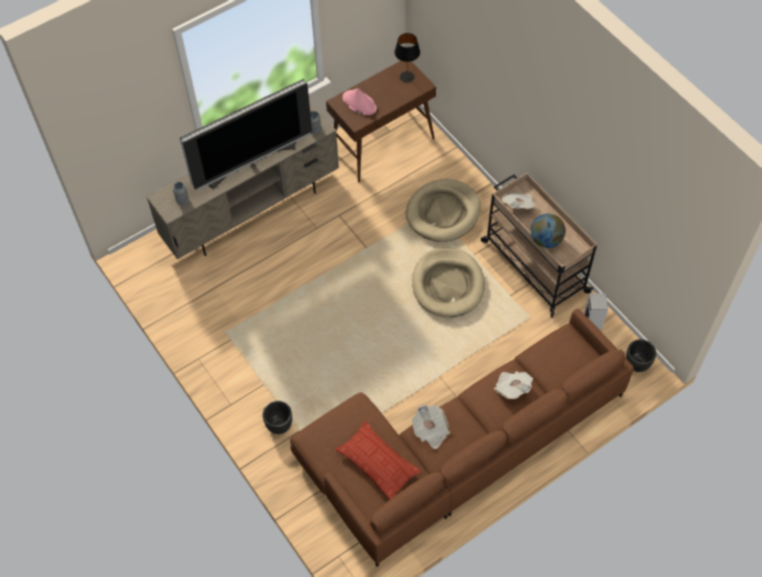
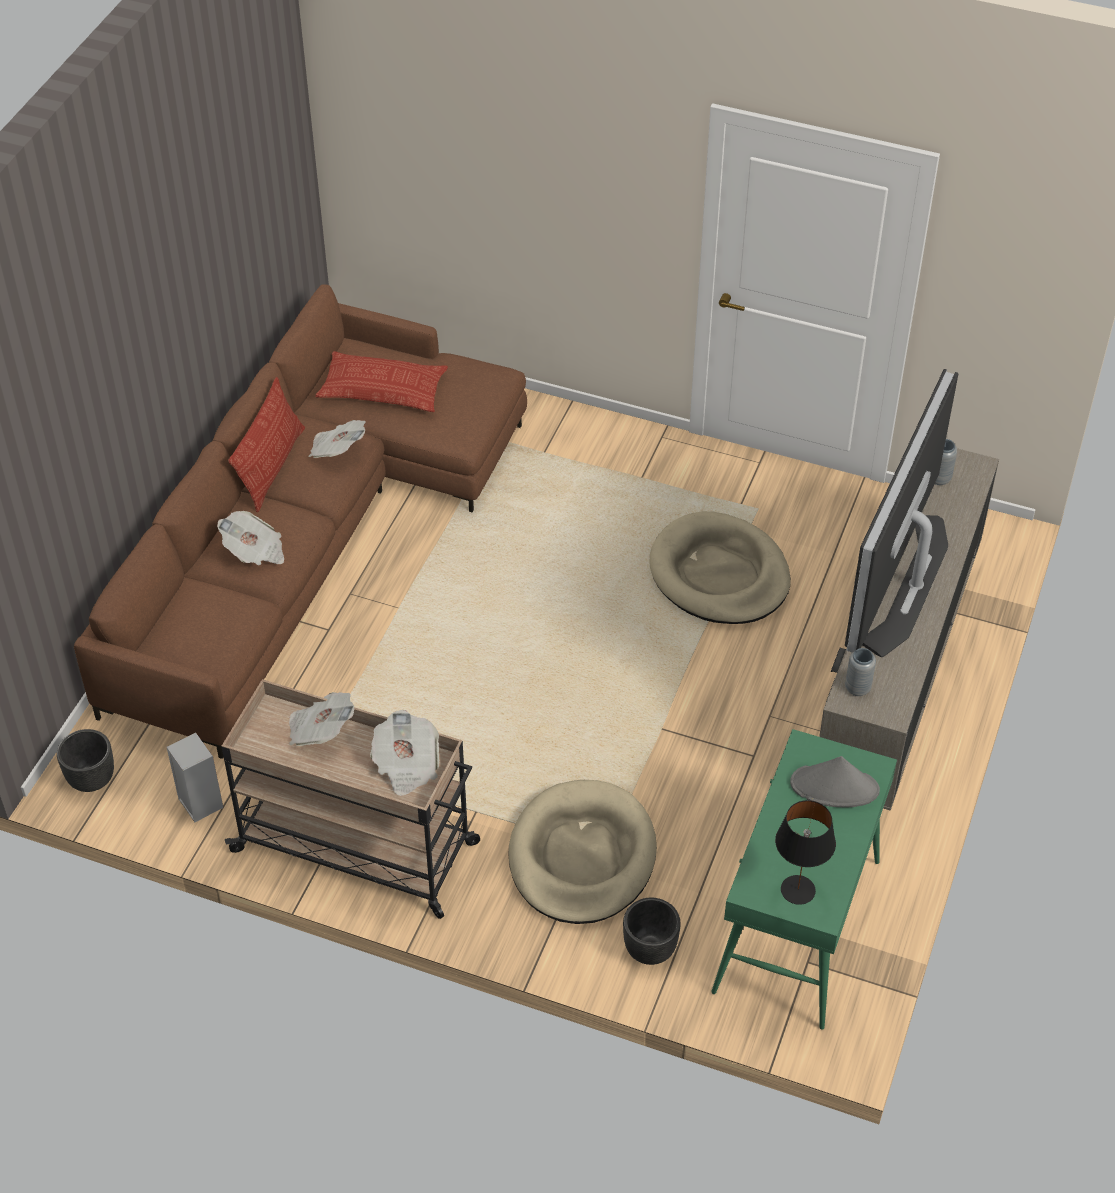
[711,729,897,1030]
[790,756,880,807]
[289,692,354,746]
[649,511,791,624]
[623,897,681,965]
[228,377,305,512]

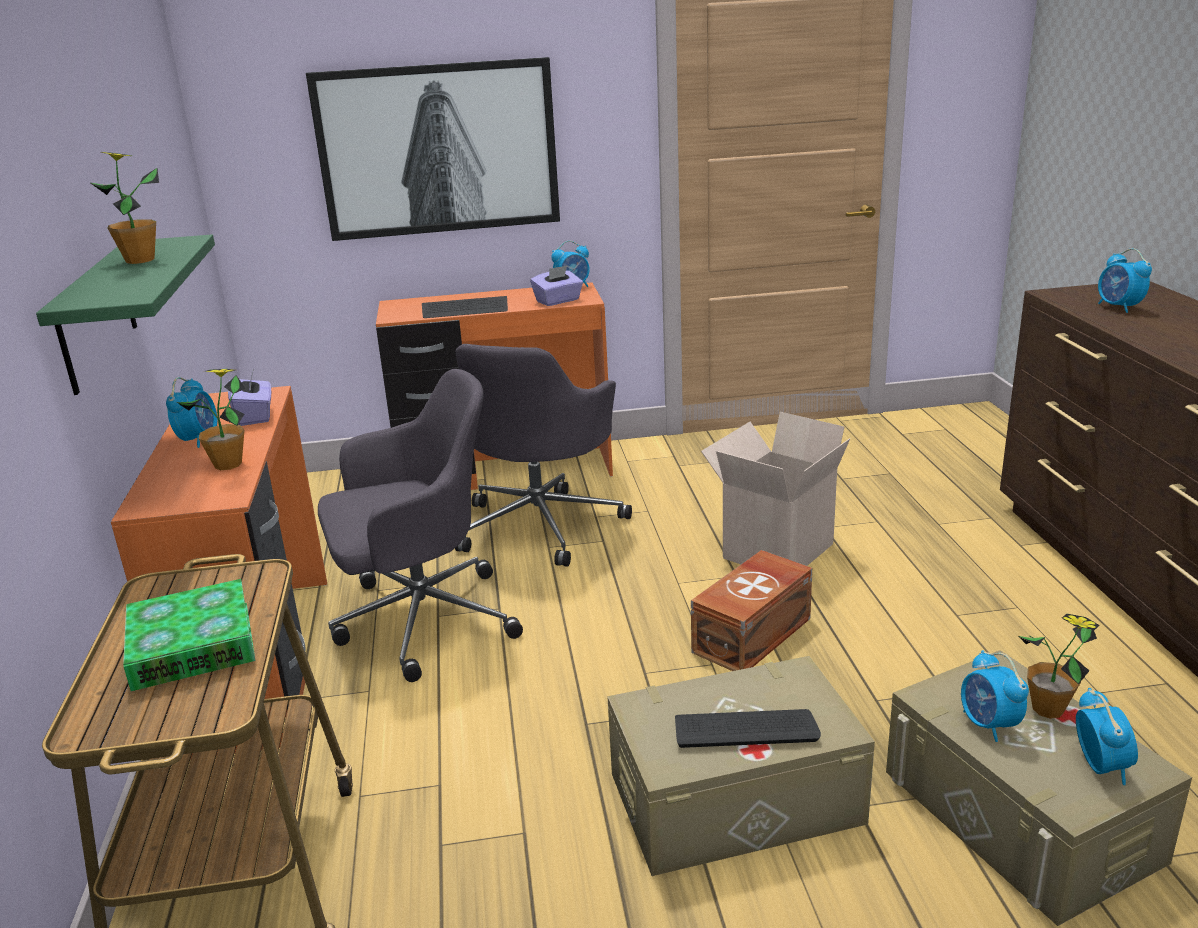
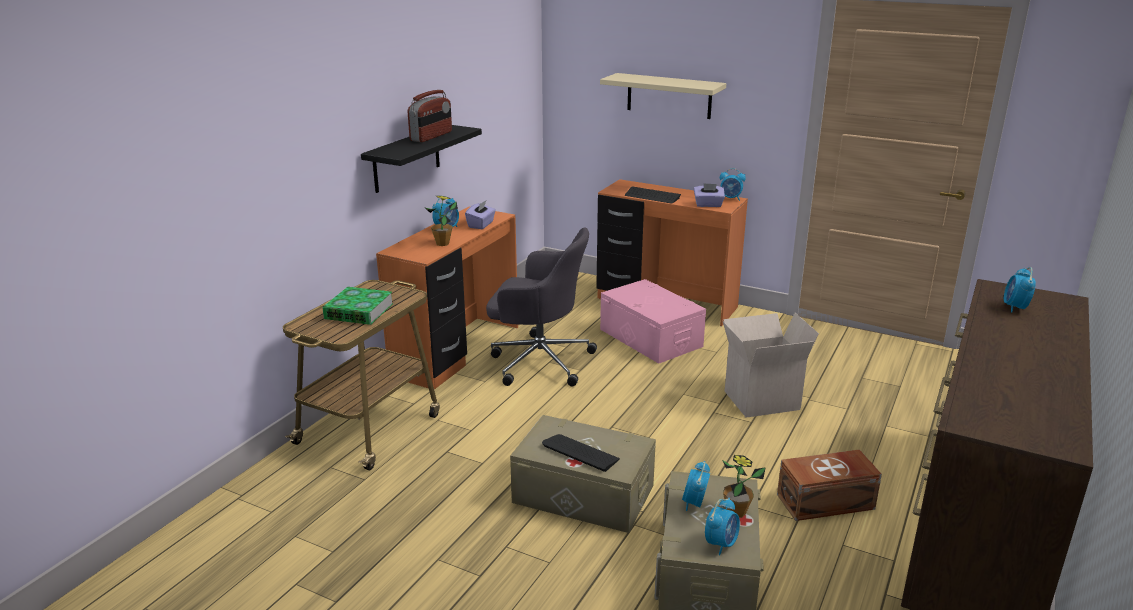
[600,73,726,119]
[408,90,452,142]
[361,125,482,193]
[600,279,706,364]
[777,449,882,521]

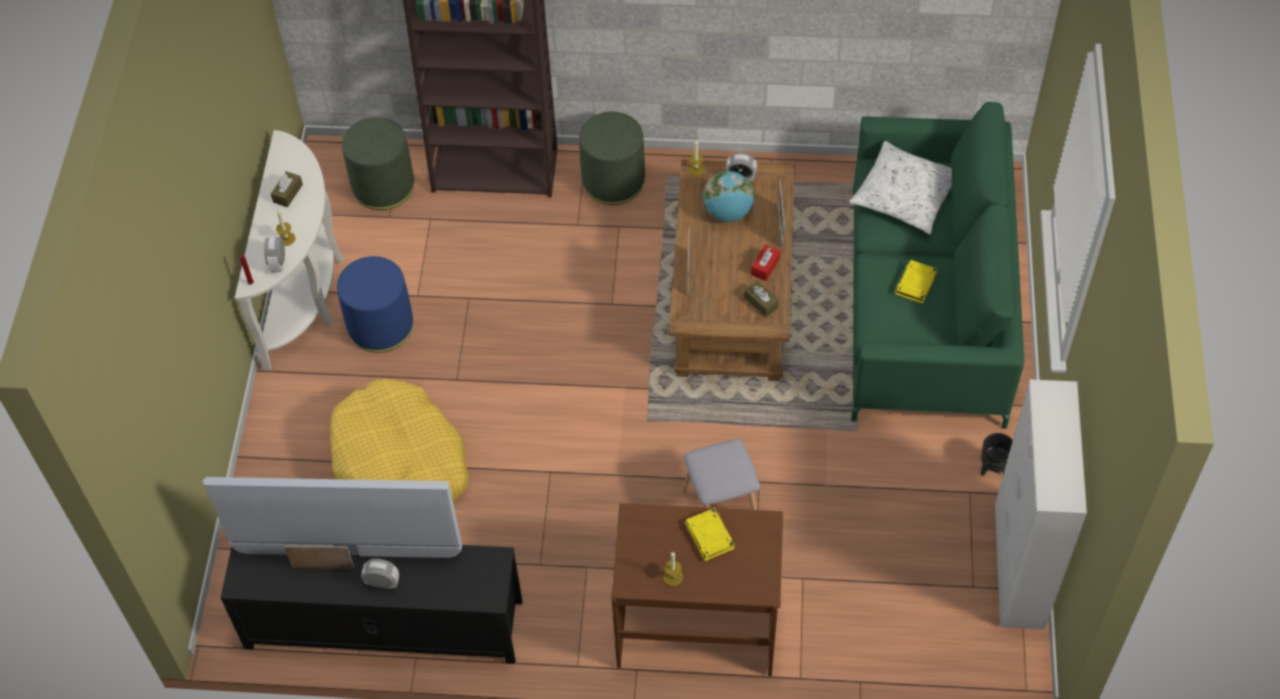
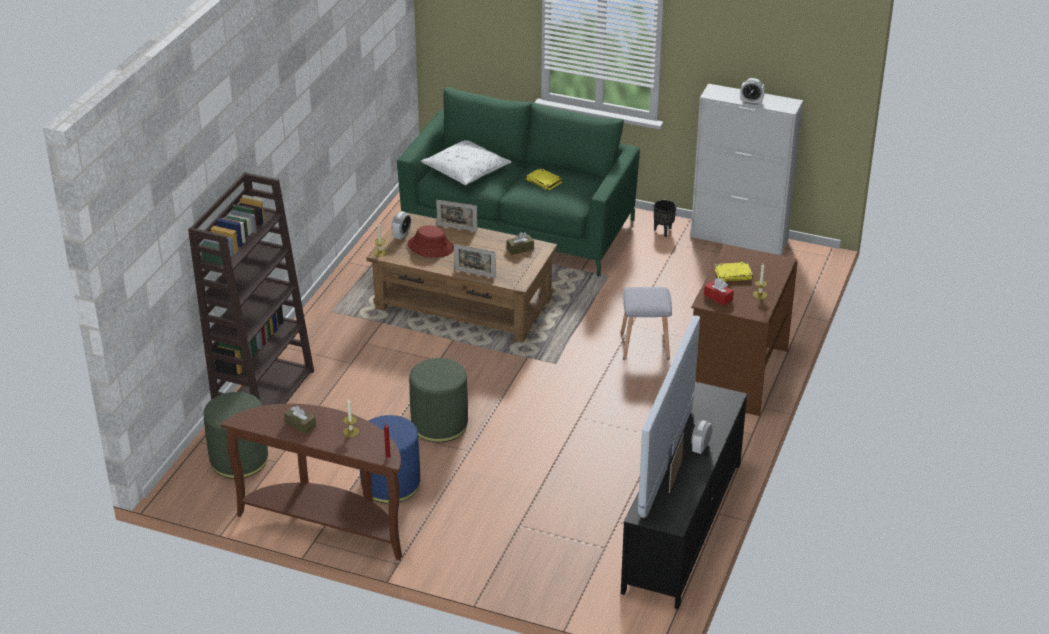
[409,358,468,442]
[221,404,402,560]
[407,225,454,258]
[740,78,765,105]
[704,278,734,306]
[330,379,469,502] (first image)

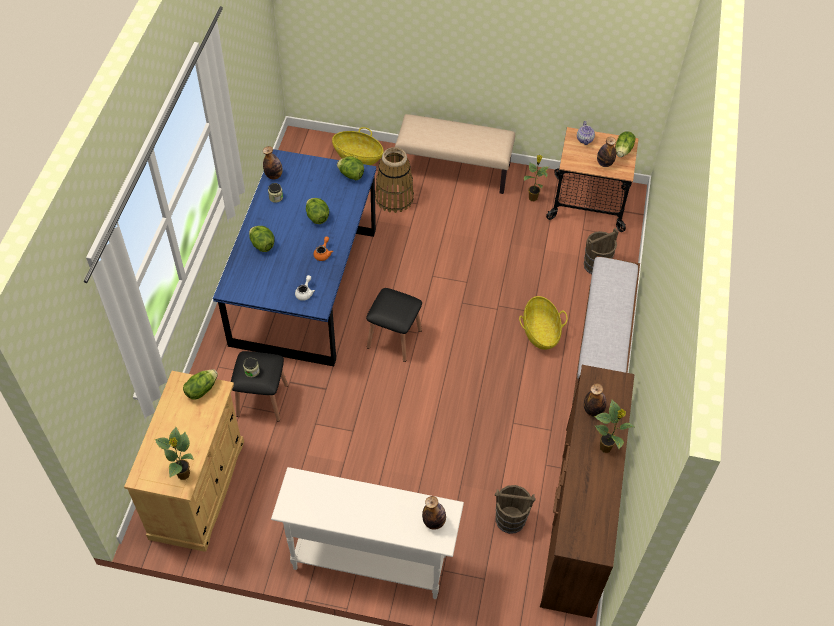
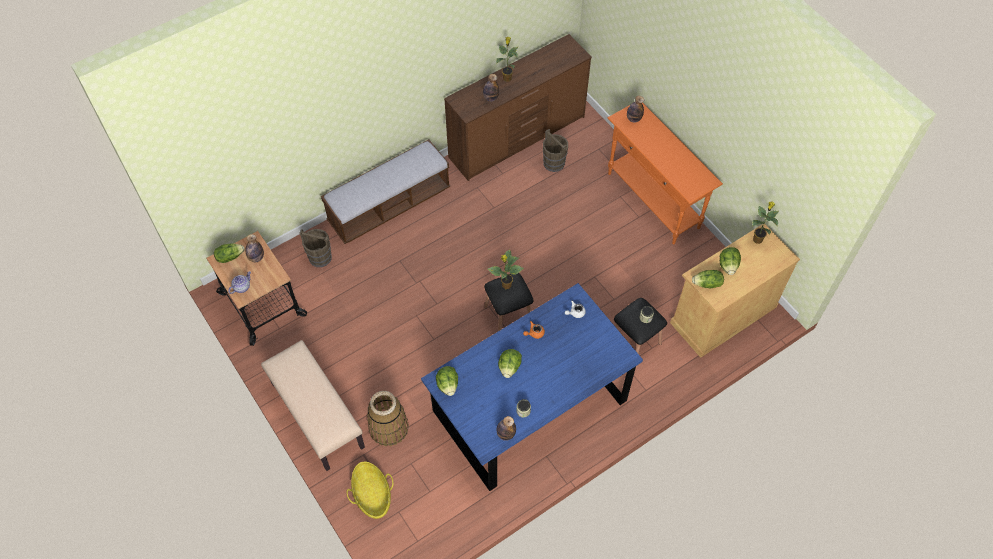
[488,249,524,289]
[720,247,741,275]
[519,296,568,350] (first image)
[608,103,723,244]

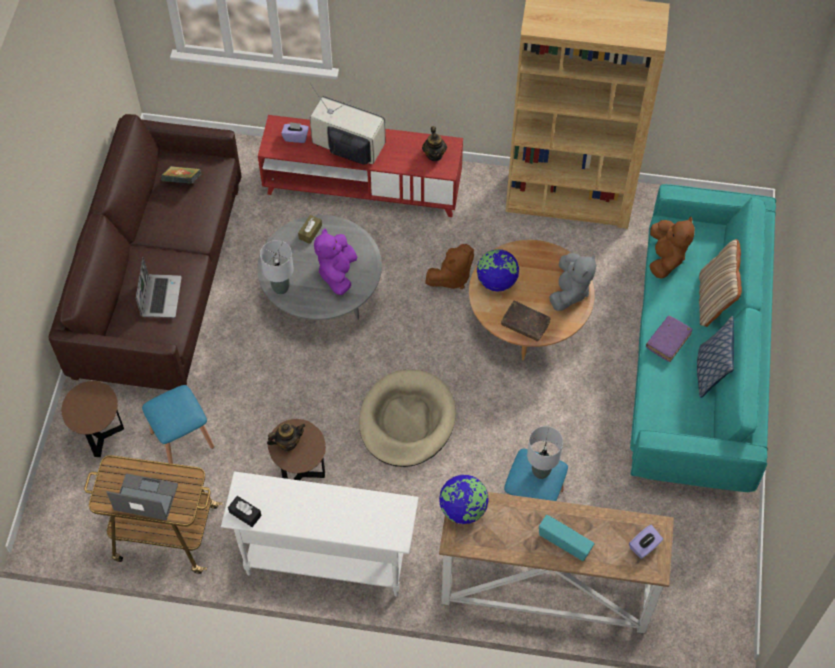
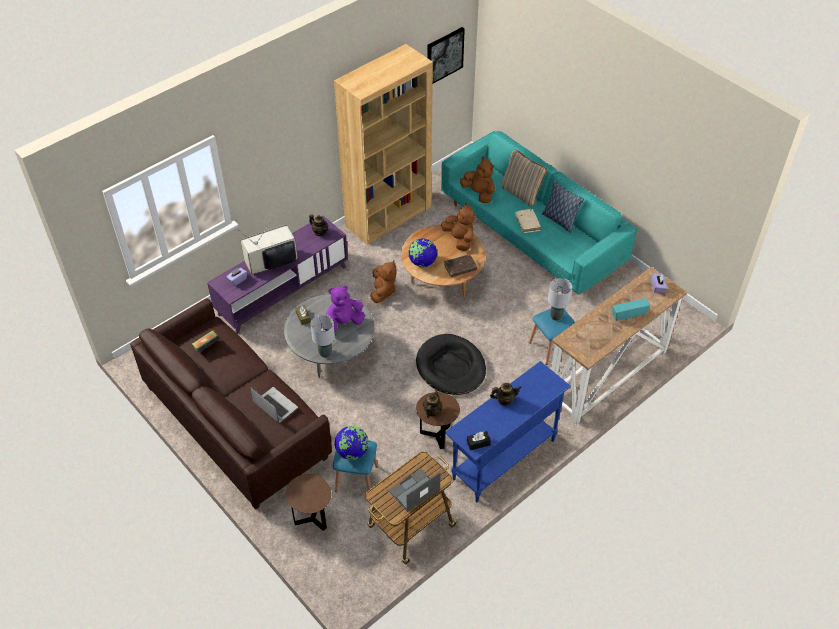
[207,216,348,334]
[325,285,365,331]
[441,203,475,251]
[515,209,541,233]
[416,334,486,395]
[445,361,571,502]
[335,426,369,460]
[427,27,465,84]
[490,383,521,406]

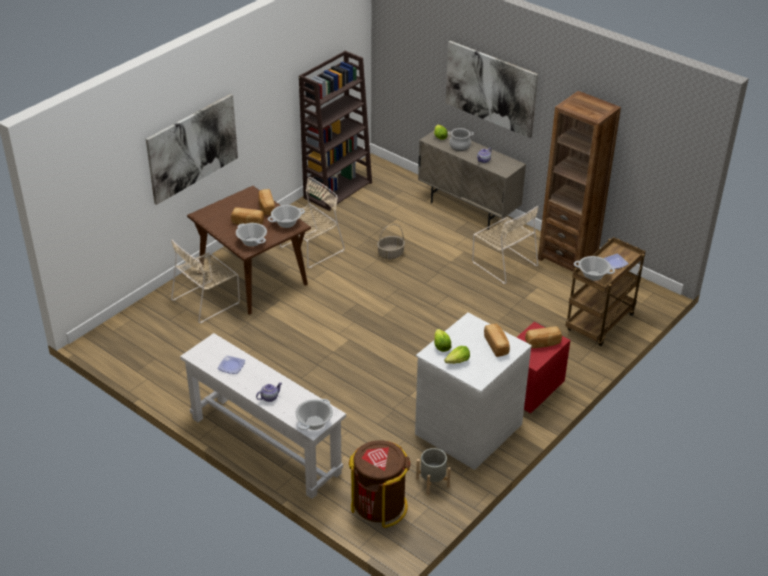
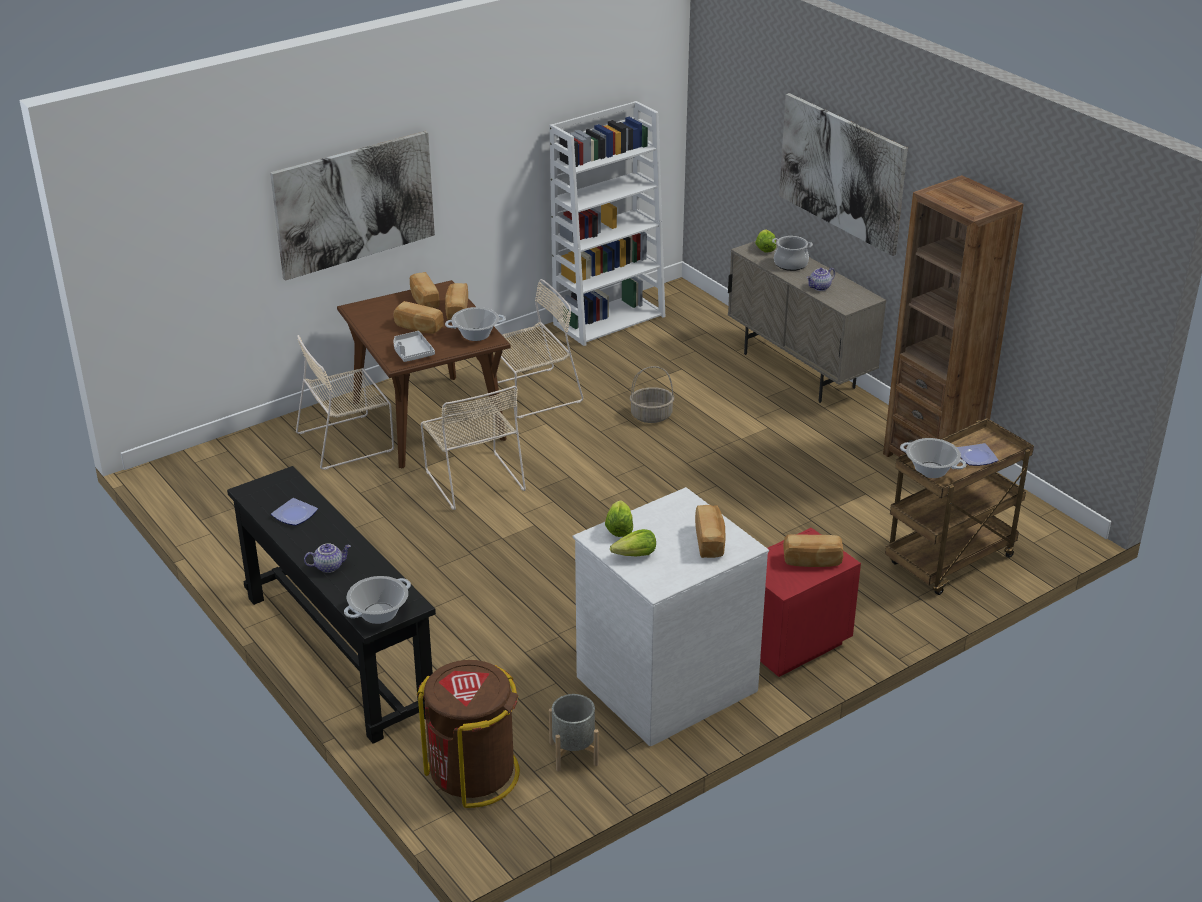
[549,101,665,346]
[421,386,526,510]
[394,331,435,362]
[227,466,436,744]
[410,272,439,308]

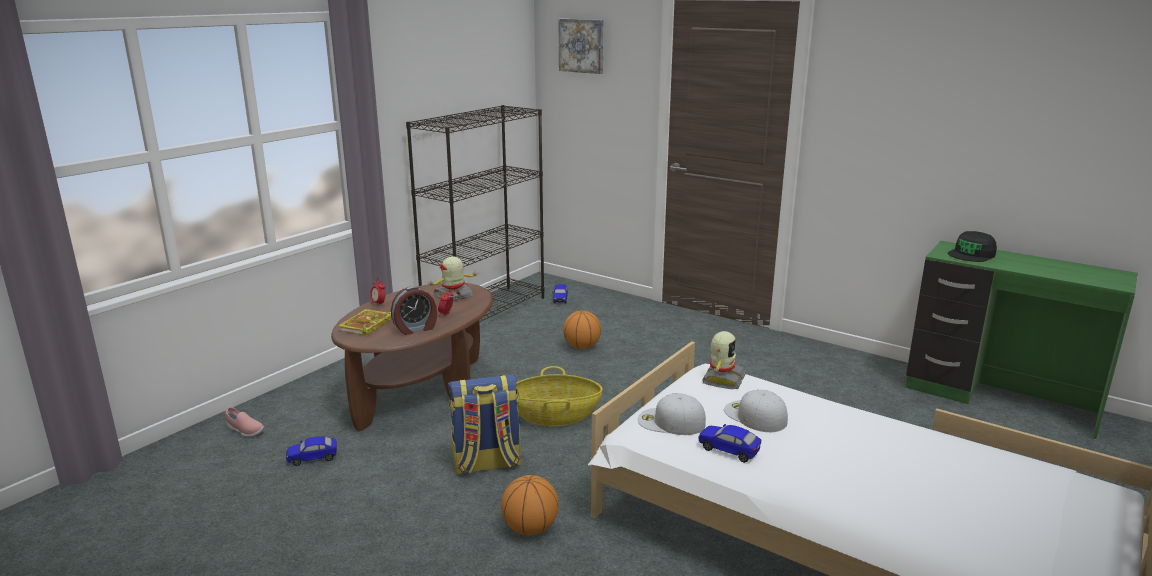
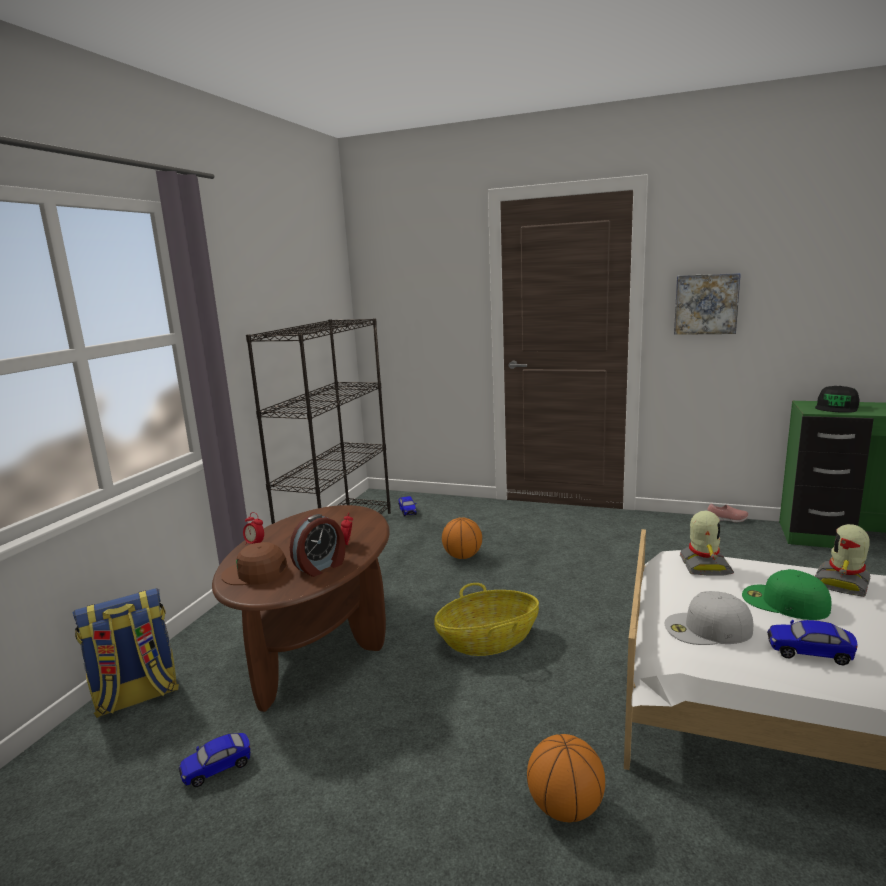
[674,273,741,335]
[815,524,871,597]
[221,542,288,585]
[72,588,179,718]
[742,569,831,620]
[707,503,749,522]

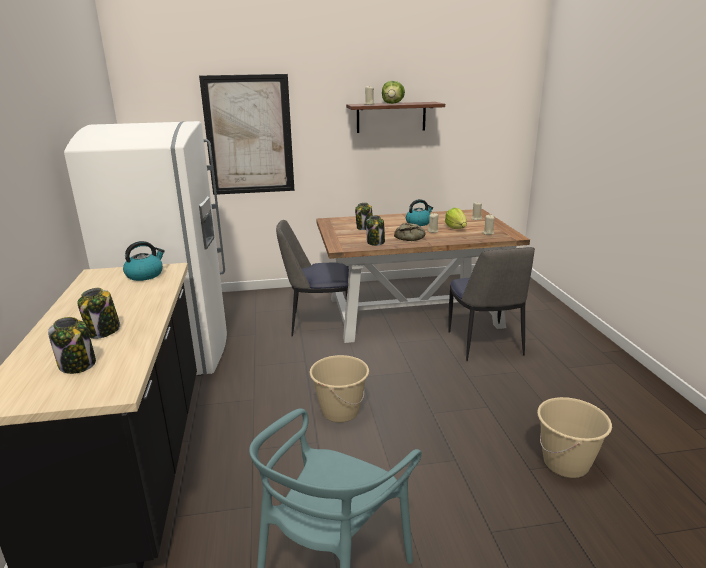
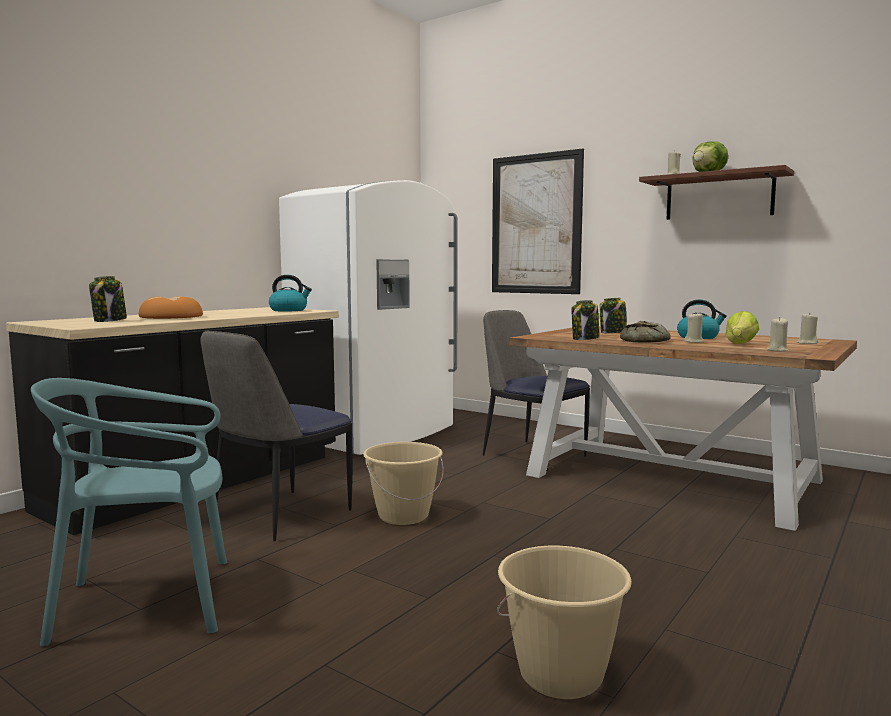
[201,331,353,541]
[139,296,203,319]

